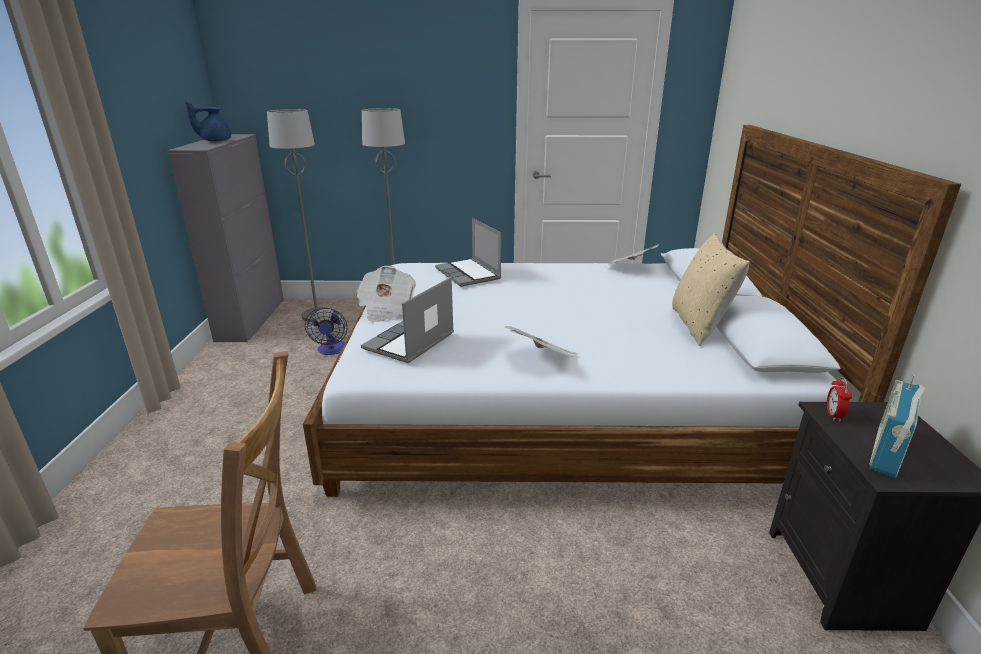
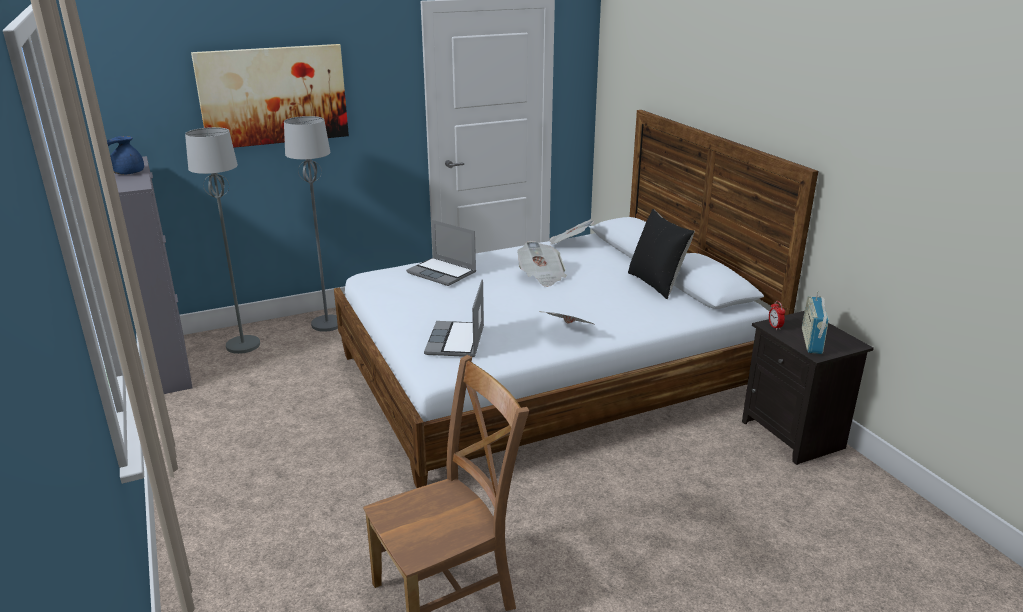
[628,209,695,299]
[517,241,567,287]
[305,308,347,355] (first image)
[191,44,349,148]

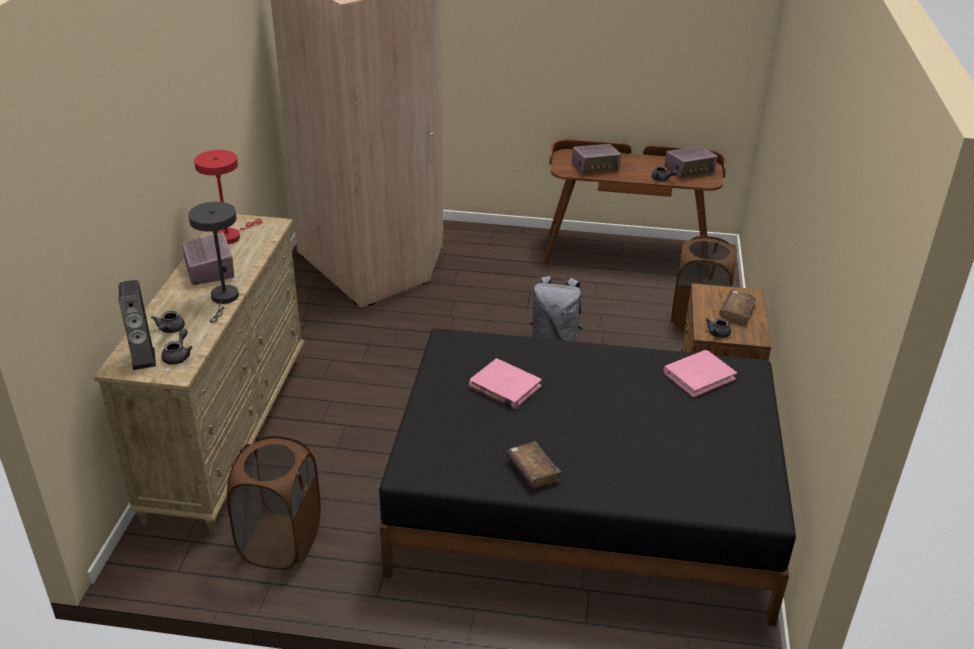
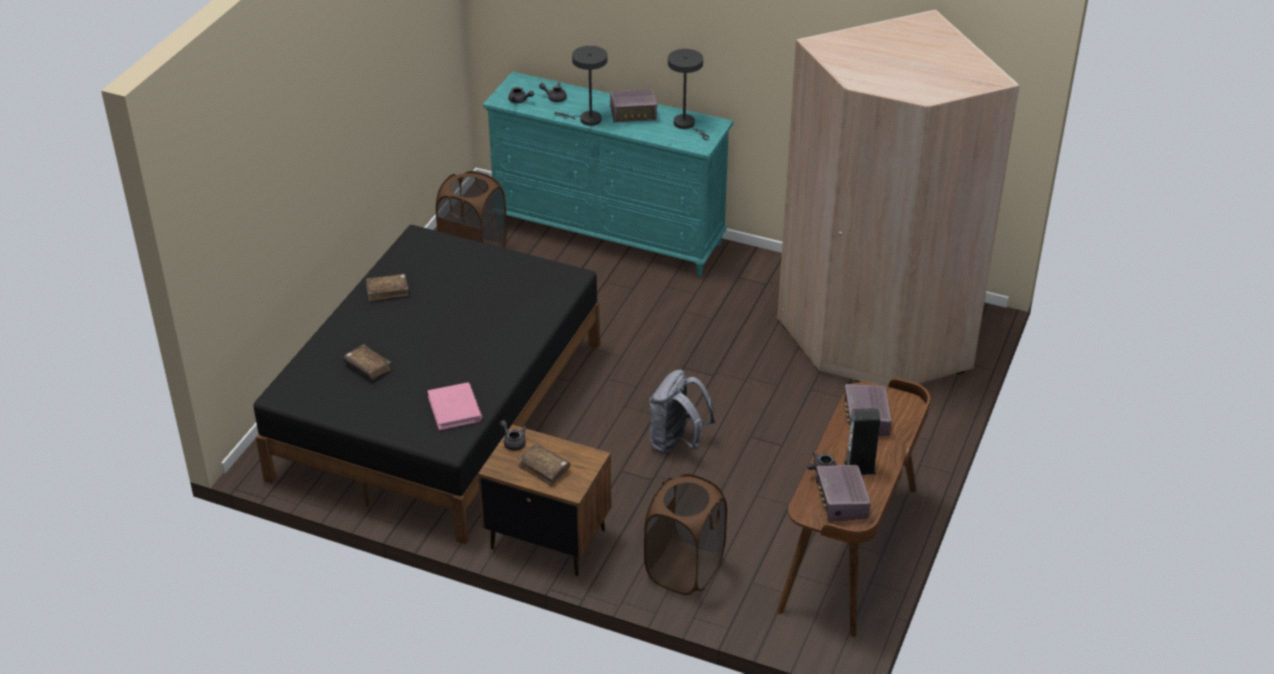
[668,49,709,140]
[483,71,733,276]
[844,408,880,475]
[469,358,542,409] (first image)
[343,344,392,380]

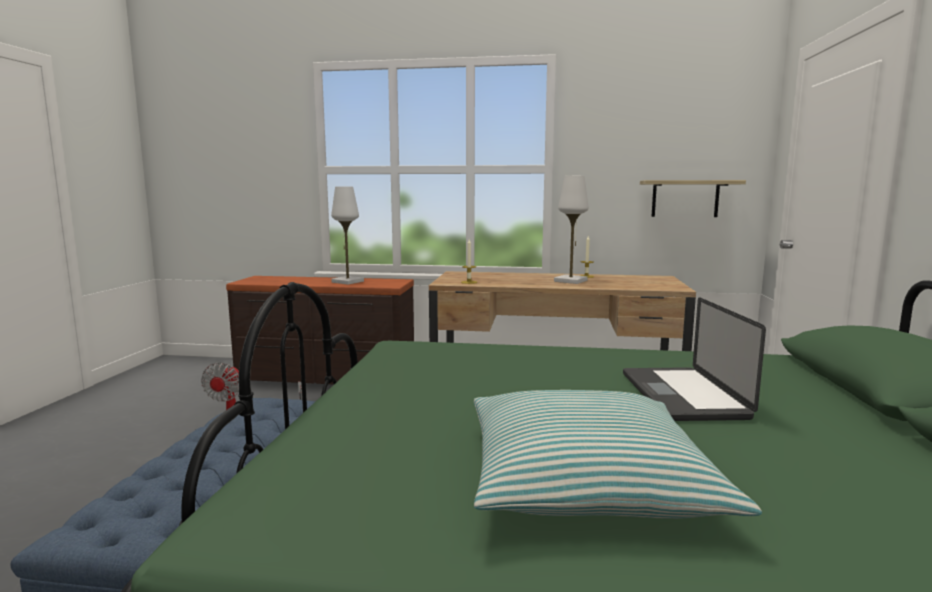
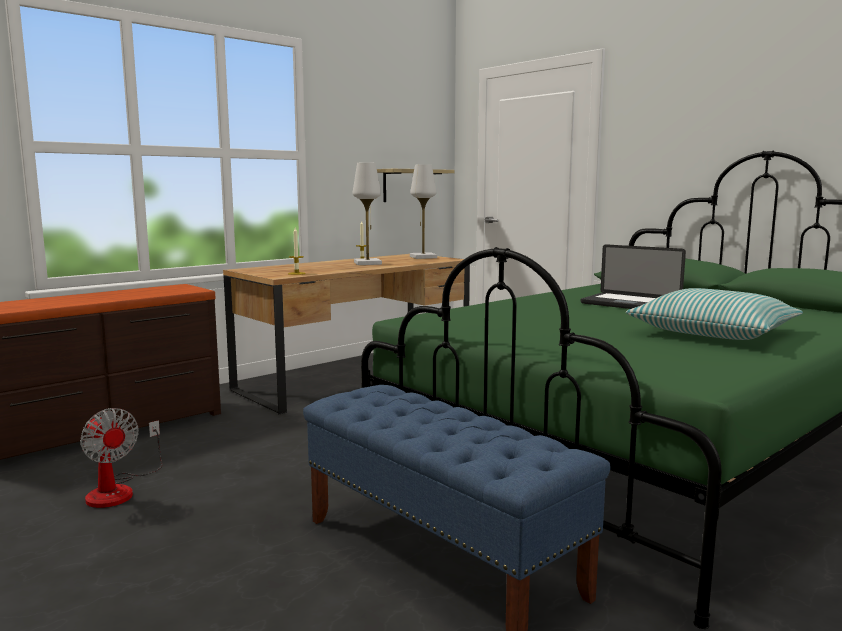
[410,164,437,259]

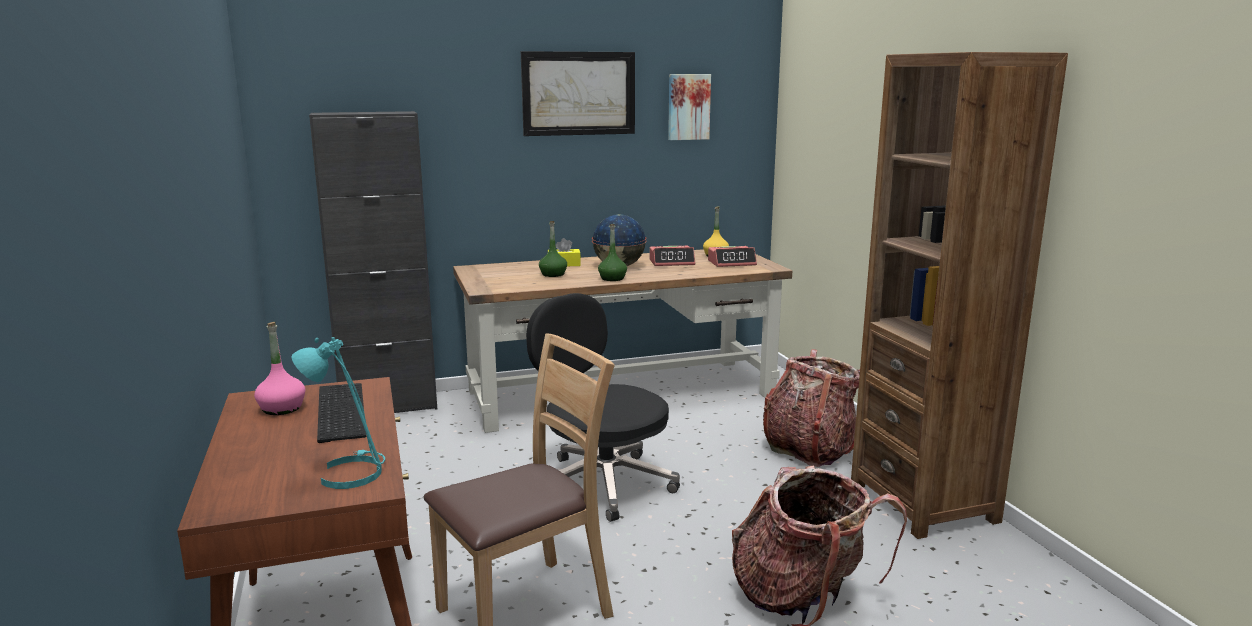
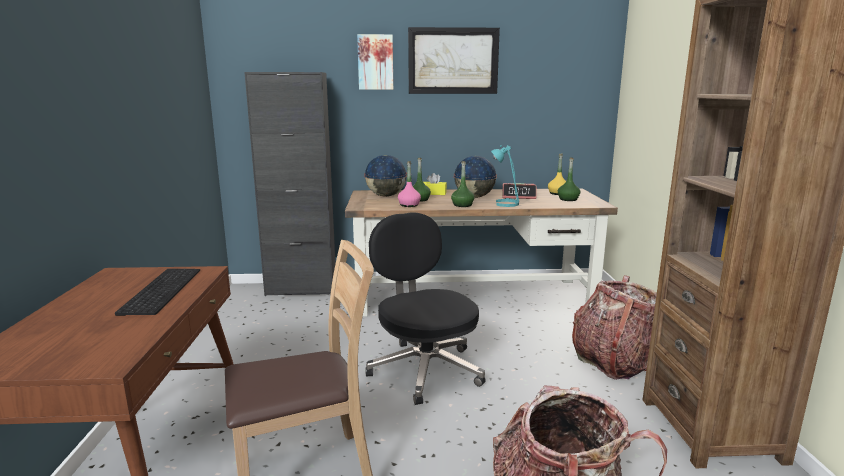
[357,34,393,90]
[558,157,580,201]
[398,161,421,207]
[491,145,519,207]
[364,155,407,197]

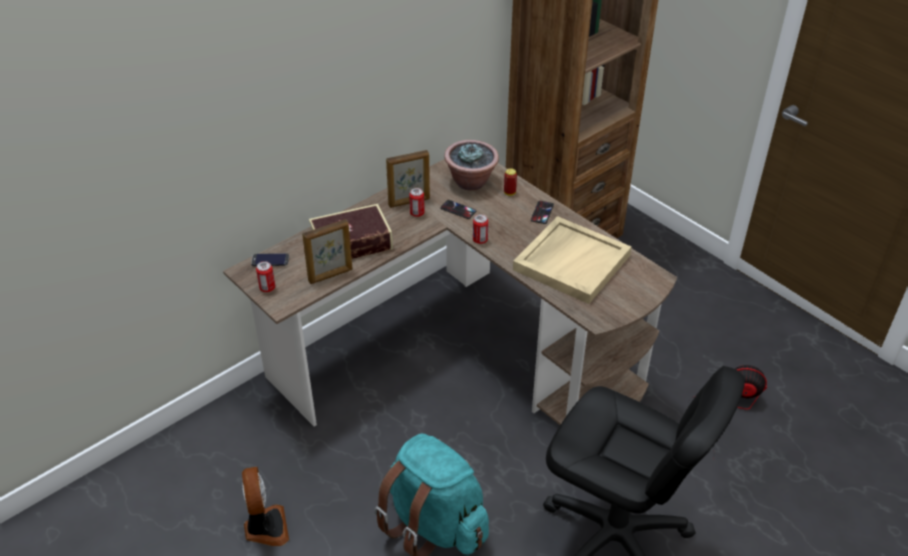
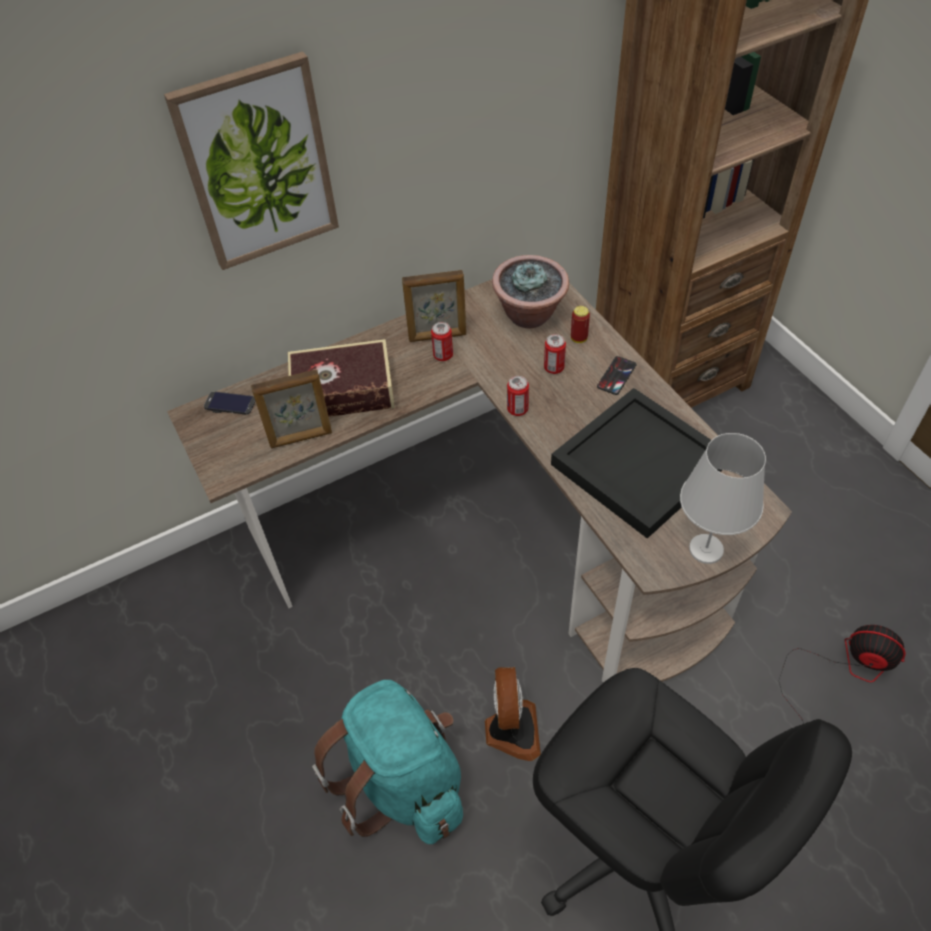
[440,200,476,219] (first image)
[551,388,722,539]
[544,334,566,374]
[485,667,541,761]
[164,51,339,270]
[680,433,766,564]

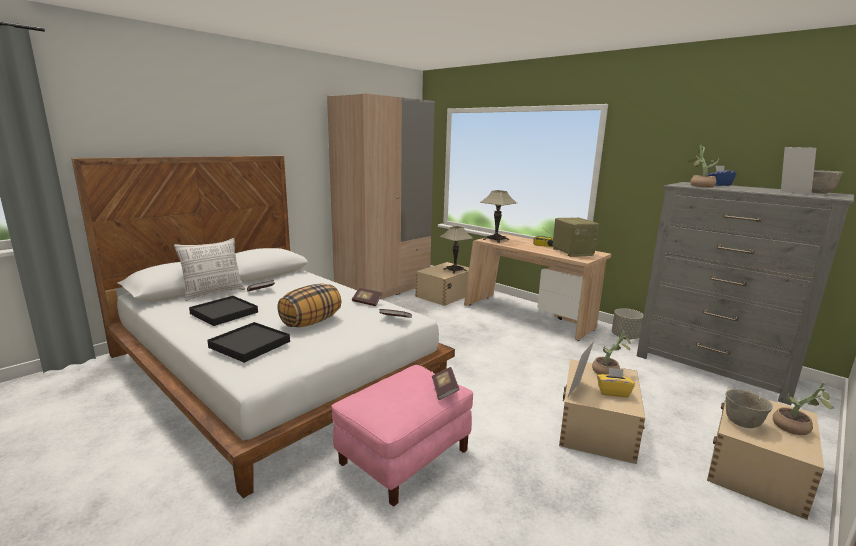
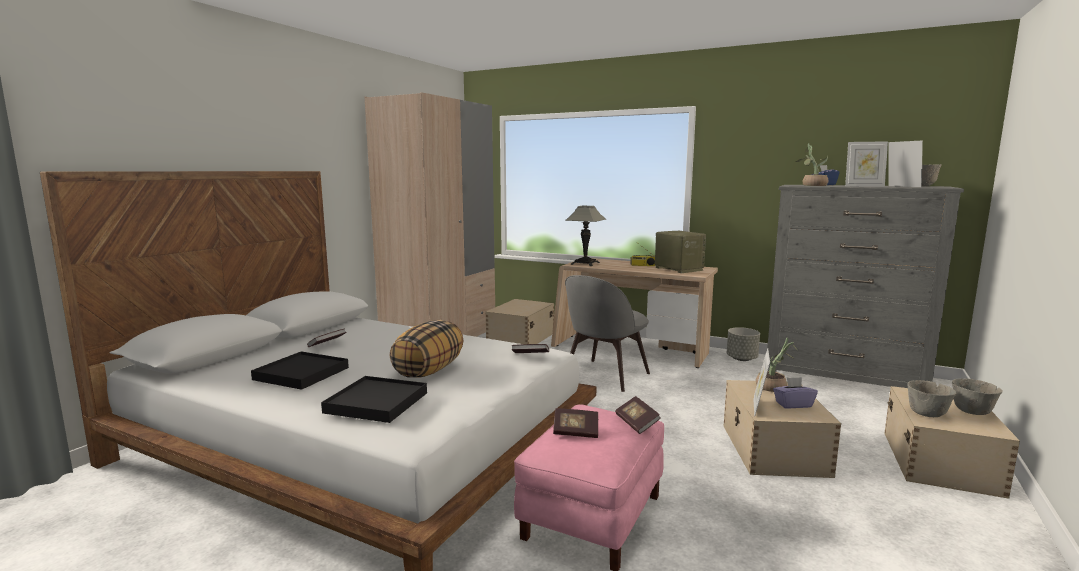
[440,226,473,274] (first image)
[174,238,245,301] (first image)
[553,408,598,438]
[773,377,818,409]
[952,378,1003,415]
[845,141,888,187]
[565,275,650,392]

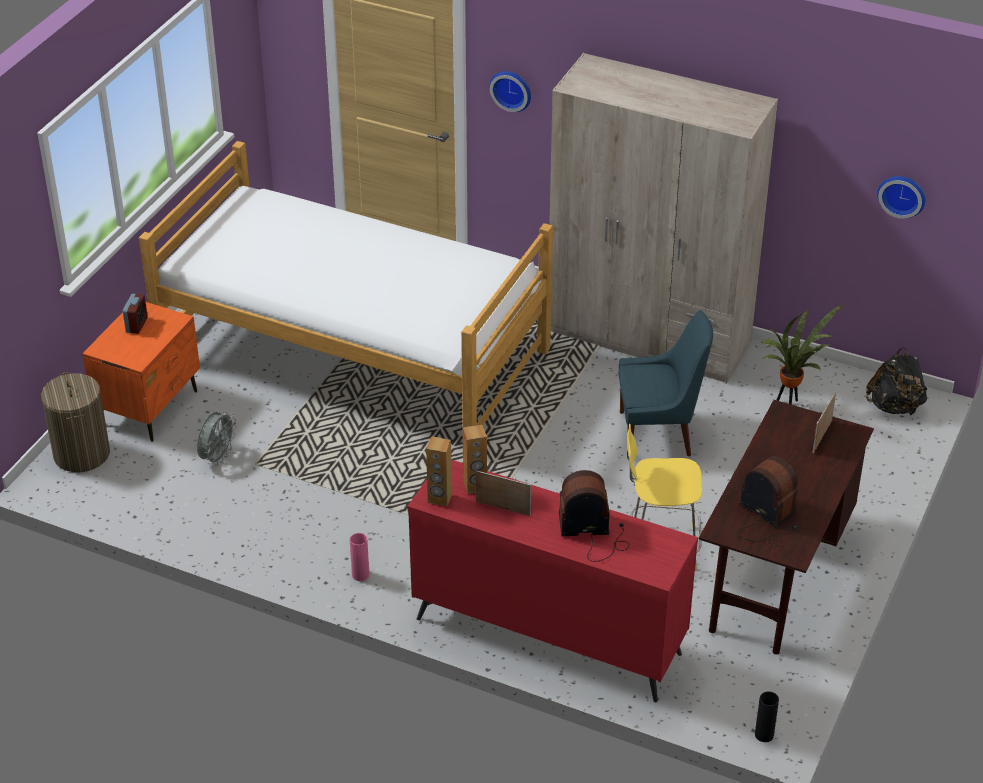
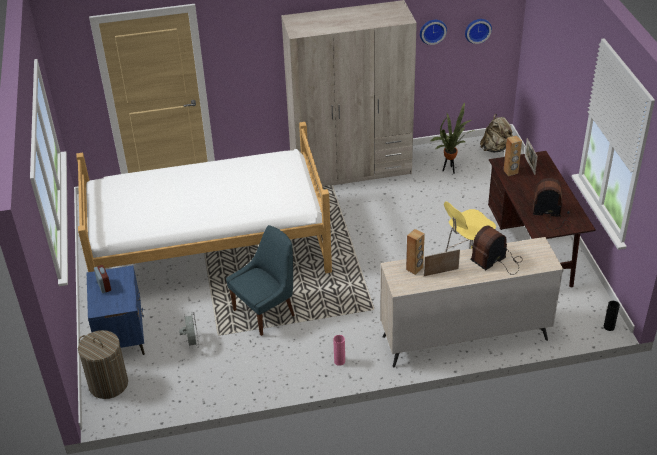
[420,20,447,45]
[87,265,145,355]
[226,225,295,336]
[480,114,513,153]
[503,135,522,176]
[380,237,563,367]

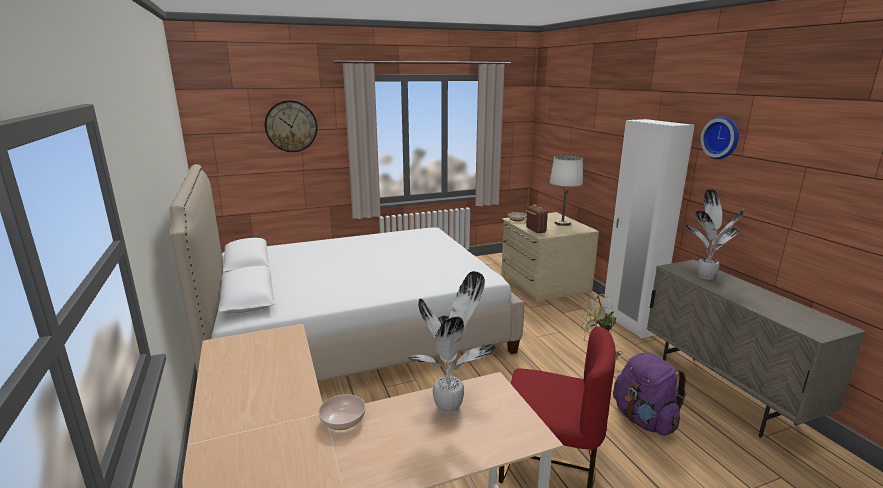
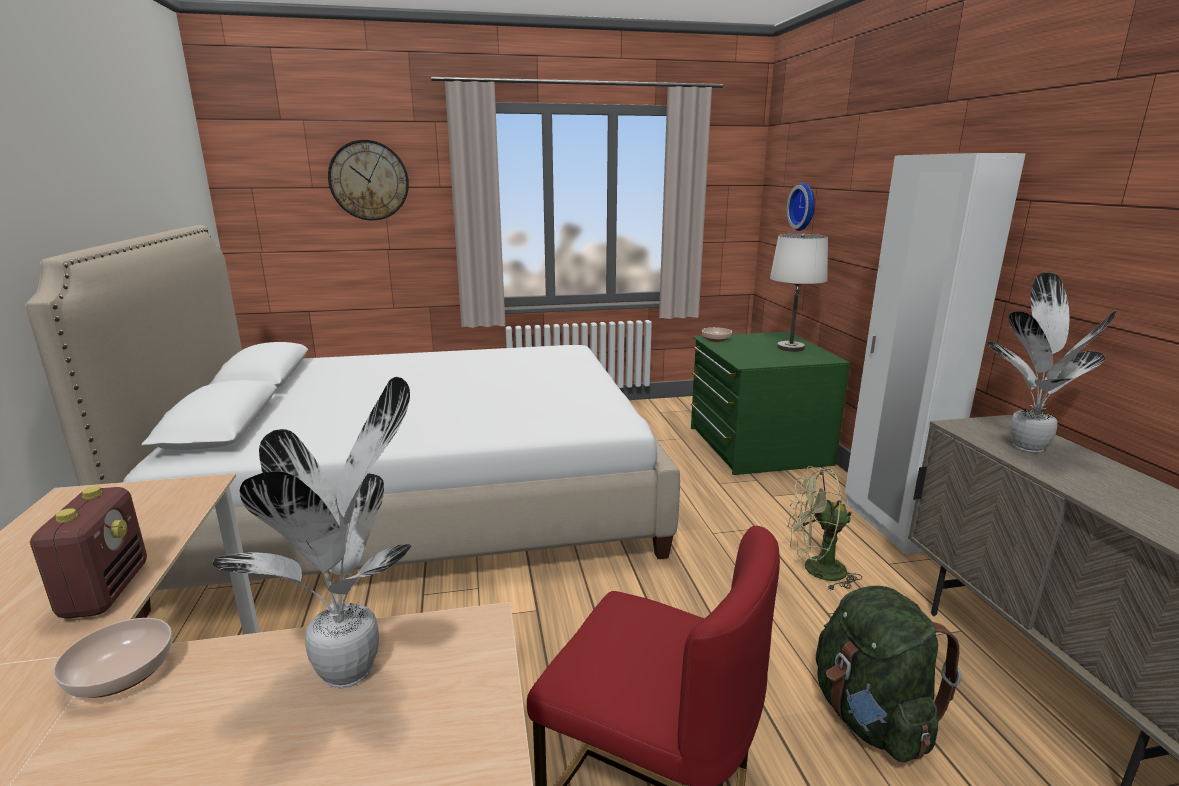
[787,183,815,231]
[29,486,147,619]
[691,332,851,475]
[816,586,961,762]

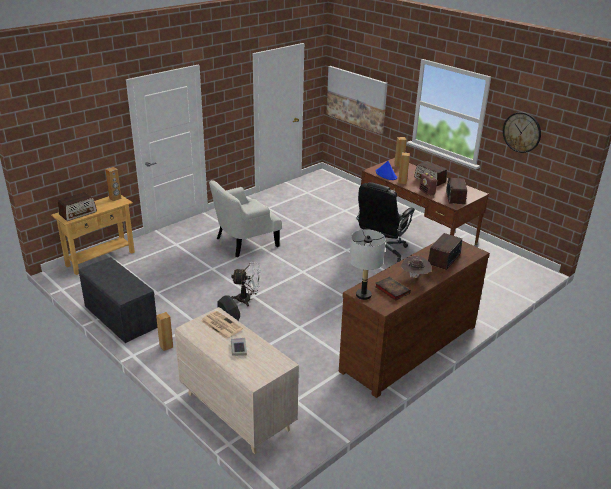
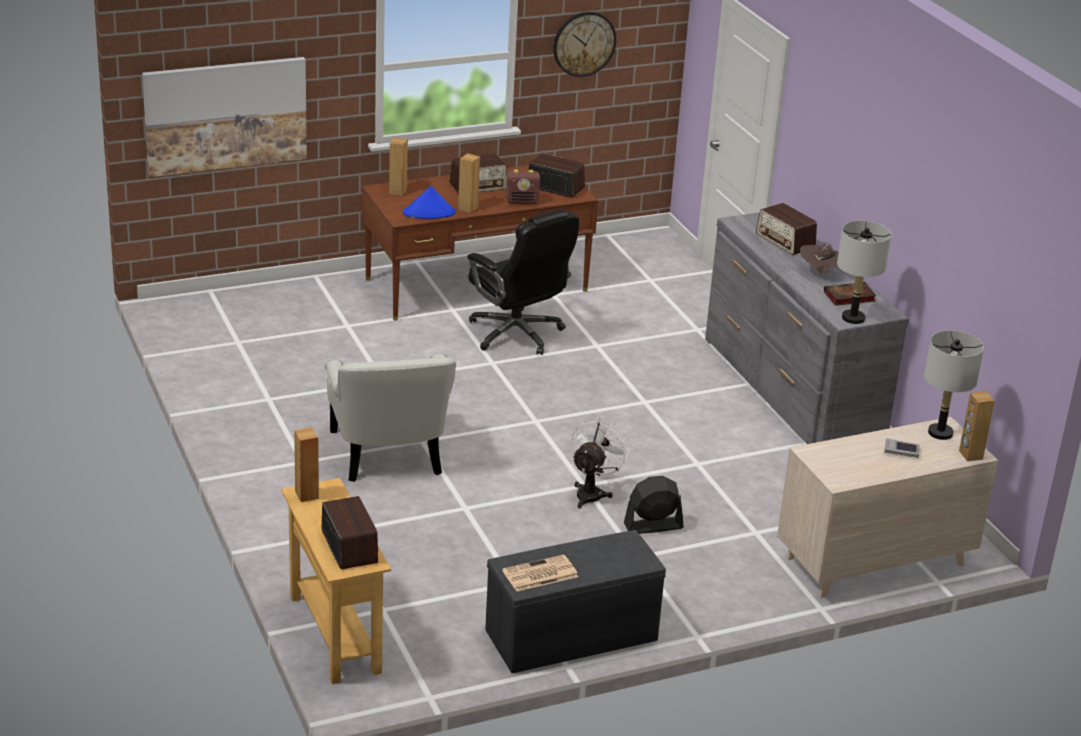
[705,212,909,444]
[502,555,578,591]
[959,391,994,461]
[924,330,984,440]

